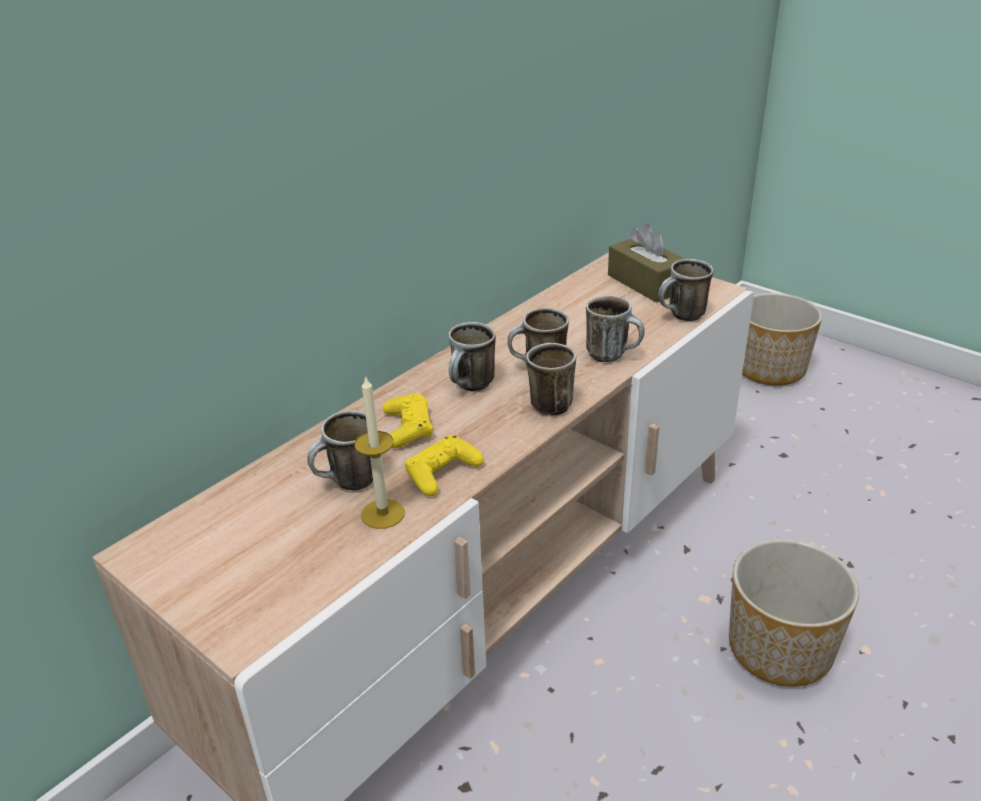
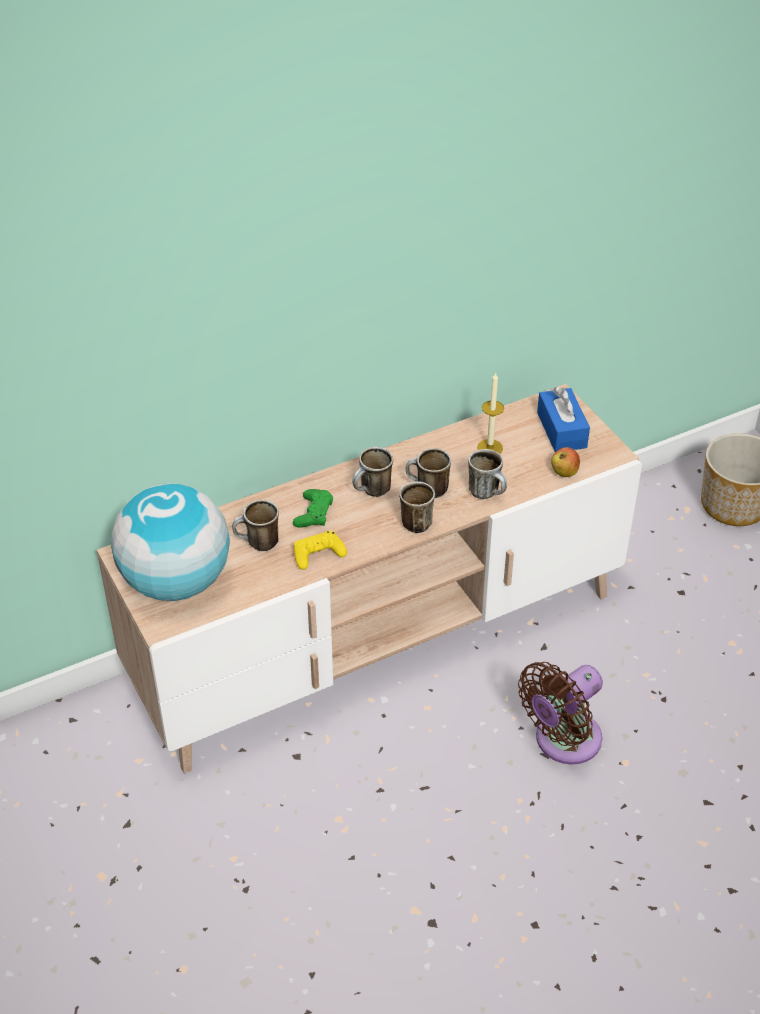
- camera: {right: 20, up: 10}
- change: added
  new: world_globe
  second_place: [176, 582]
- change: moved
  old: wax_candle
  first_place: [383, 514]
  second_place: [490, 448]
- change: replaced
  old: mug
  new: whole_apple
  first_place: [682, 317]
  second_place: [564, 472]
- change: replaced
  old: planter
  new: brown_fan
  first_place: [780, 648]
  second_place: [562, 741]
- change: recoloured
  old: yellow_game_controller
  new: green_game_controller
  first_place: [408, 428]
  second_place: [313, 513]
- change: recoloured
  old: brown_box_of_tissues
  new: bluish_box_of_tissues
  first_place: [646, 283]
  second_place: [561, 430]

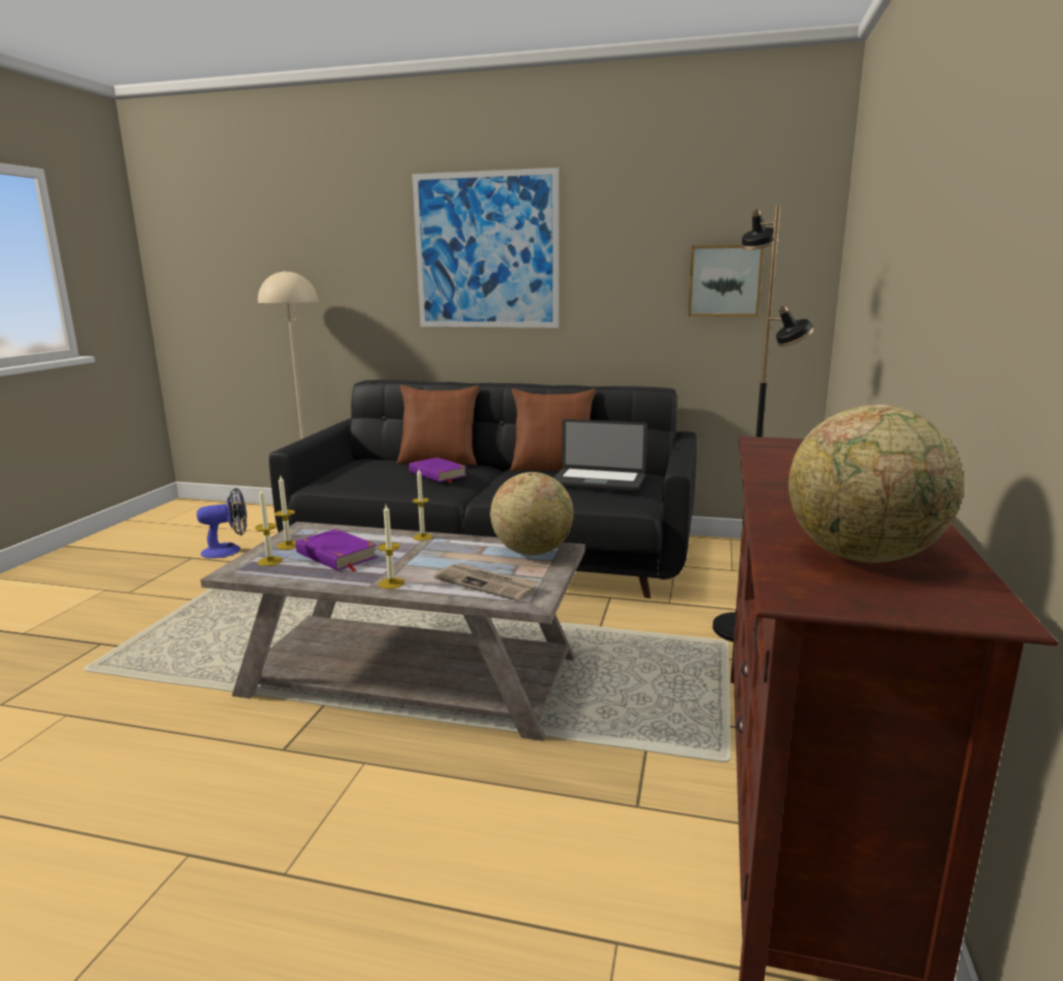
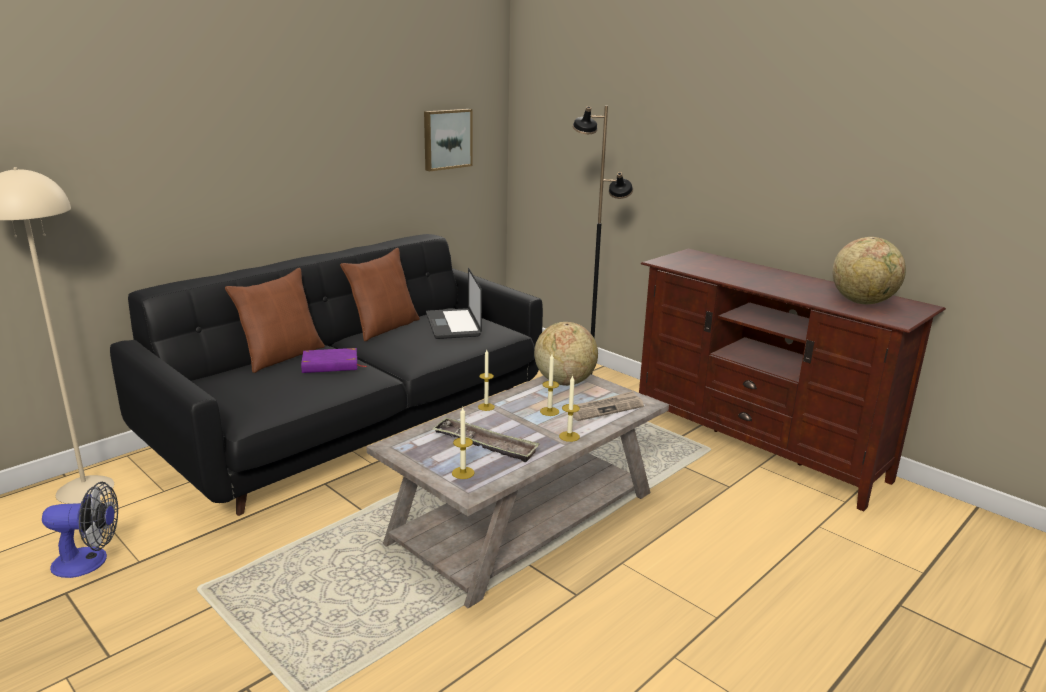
- camera: {right: -60, up: 5}
- change: removed
  old: picture
  first_place: [486, 251]
- change: moved
  old: wax_candle
  first_place: [288, 545]
  second_place: [549, 411]
- change: replaced
  old: purple_bound_book
  new: carrying_tray
  first_place: [336, 555]
  second_place: [485, 444]
- change: turned
  old: fan
  first_place: [228, 550]
  second_place: [89, 562]
  degrees: 75
- change: turned
  old: notebook_computer
  first_place: [598, 481]
  second_place: [453, 325]
  degrees: 120

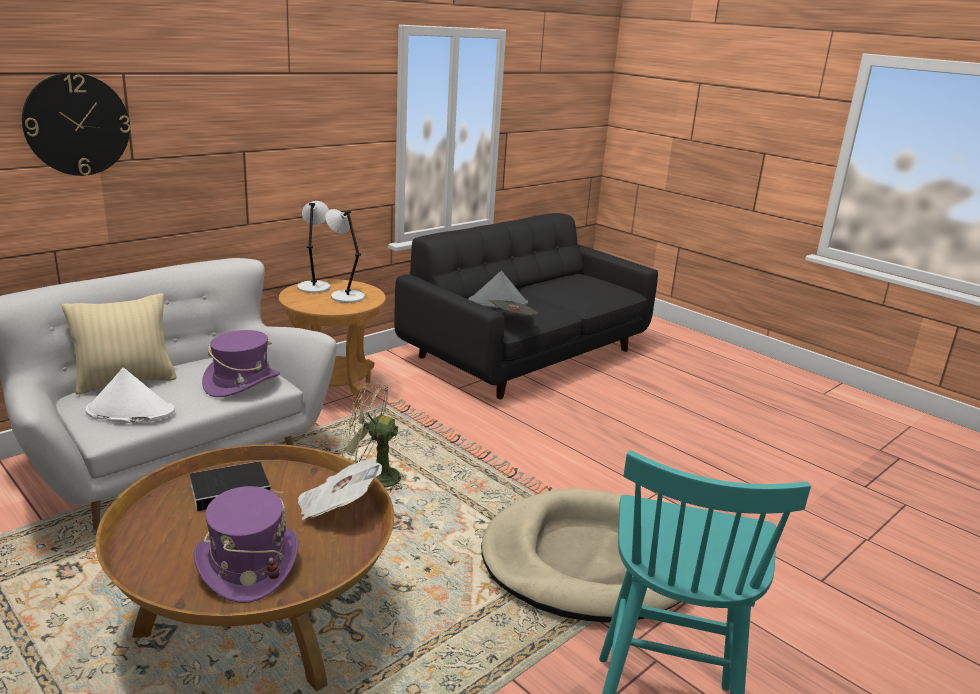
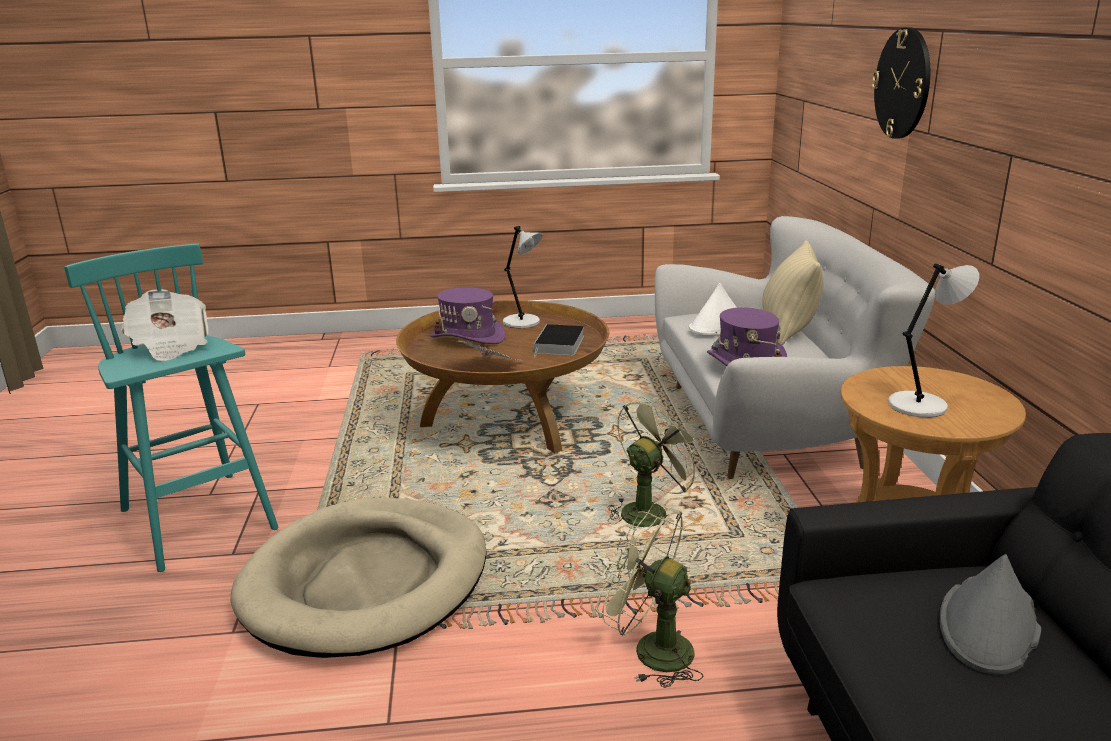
- camera: {right: 130, up: 0}
- change: added
  new: green_fan
  second_place: [650, 649]
- change: moved
  old: grey_table_lamp
  first_place: [314, 287]
  second_place: [523, 322]
- change: moved
  old: newspaper
  first_place: [513, 321]
  second_place: [170, 346]

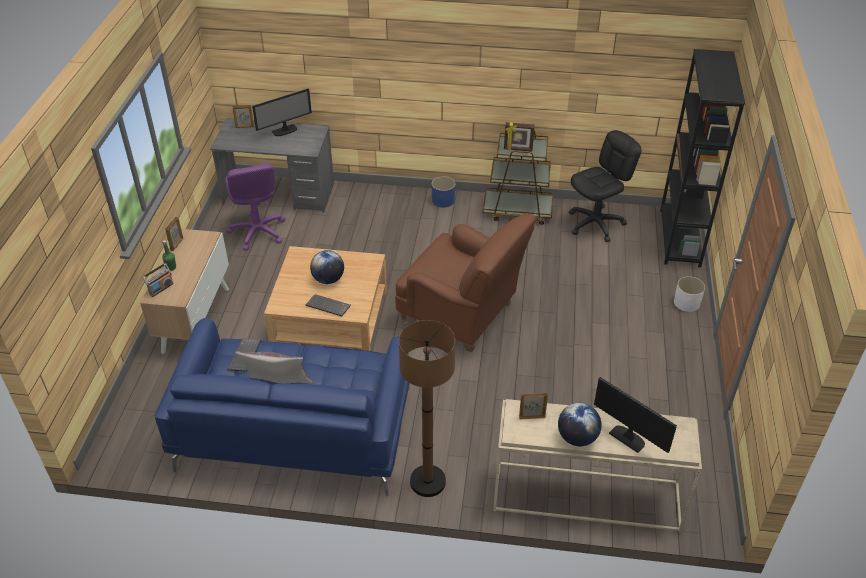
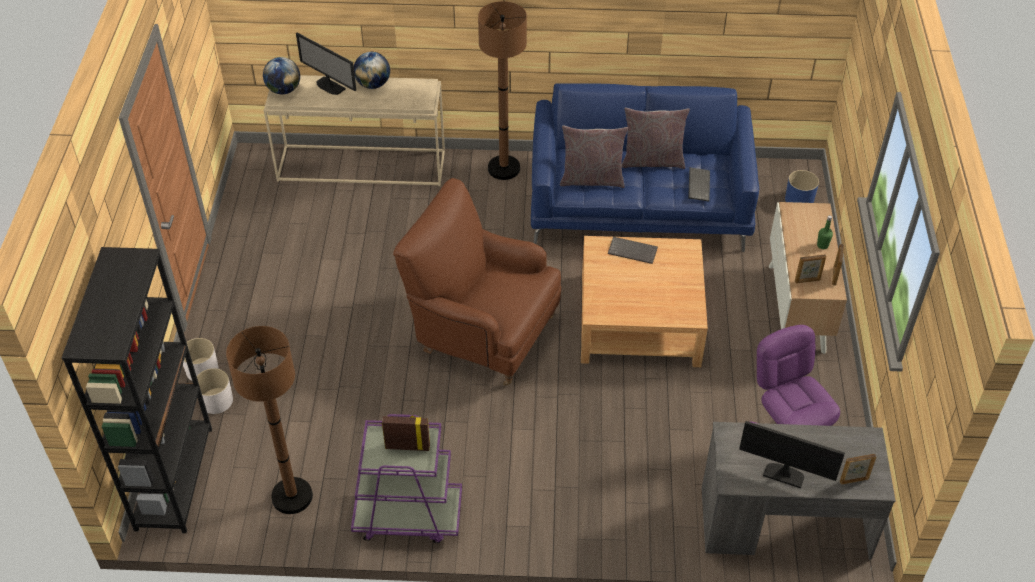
- camera: {right: 175, up: 5}
- change: removed
  old: radio_set
  first_place: [161, 288]
- change: added
  new: whitish_planter
  second_place: [216, 401]
- change: added
  new: grey_pillow
  second_place: [592, 179]
- change: moved
  old: world_globe
  first_place: [328, 279]
  second_place: [284, 90]
- change: moved
  old: bluish_planter
  first_place: [443, 200]
  second_place: [799, 200]
- change: moved
  old: picture_frame
  first_place: [531, 417]
  second_place: [807, 281]
- change: replaced
  old: blackish_desk_chair
  new: brown_standing_lamp
  first_place: [595, 224]
  second_place: [292, 496]
- change: recoloured
  old: brown_trolley
  new: purple_trolley
  first_place: [518, 210]
  second_place: [407, 516]
- change: turned
  old: computer_screen
  first_place: [285, 131]
  second_place: [784, 474]
  degrees: 60

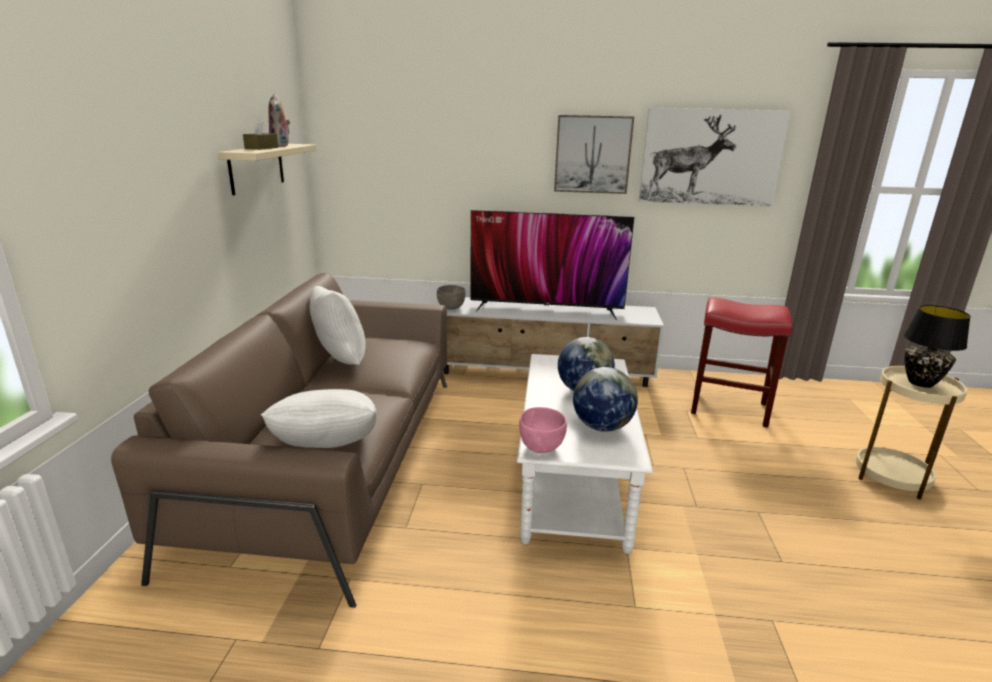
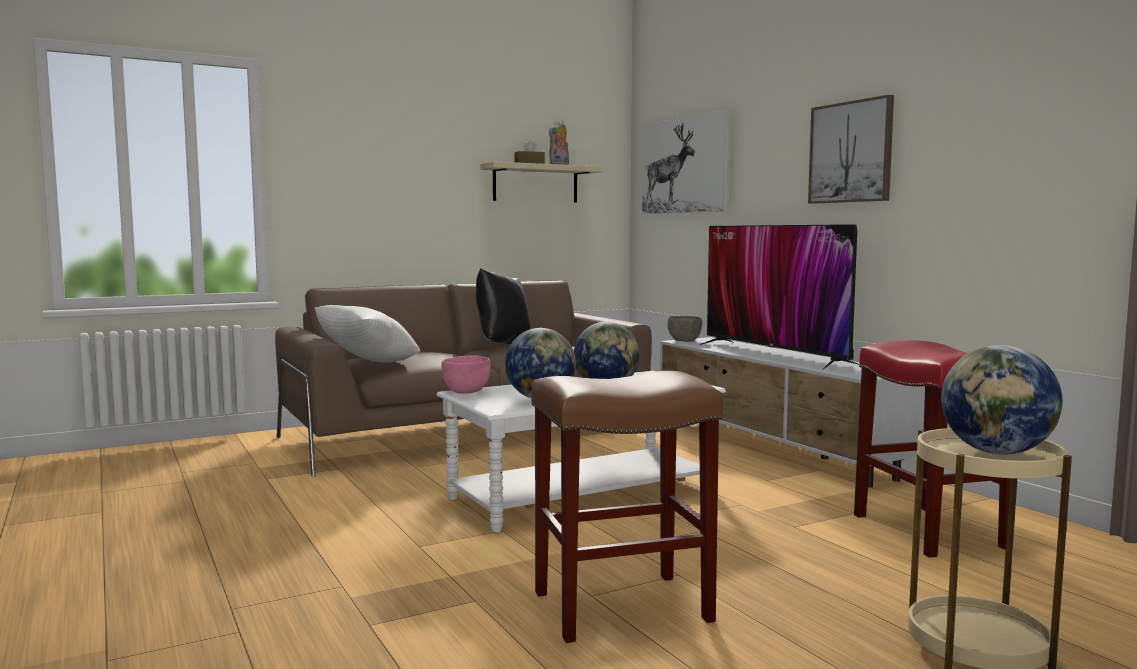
- camera: {right: 55, up: -15}
- change: added
  new: brown_stool
  second_place: [619, 607]
- change: moved
  old: picture
  first_place: [710, 157]
  second_place: [685, 165]
- change: replaced
  old: blackish_table_lamp
  new: world_globe
  first_place: [921, 383]
  second_place: [997, 452]
- change: recoloured
  old: whitish_pillow
  new: blackish_pillow
  first_place: [339, 361]
  second_place: [502, 345]

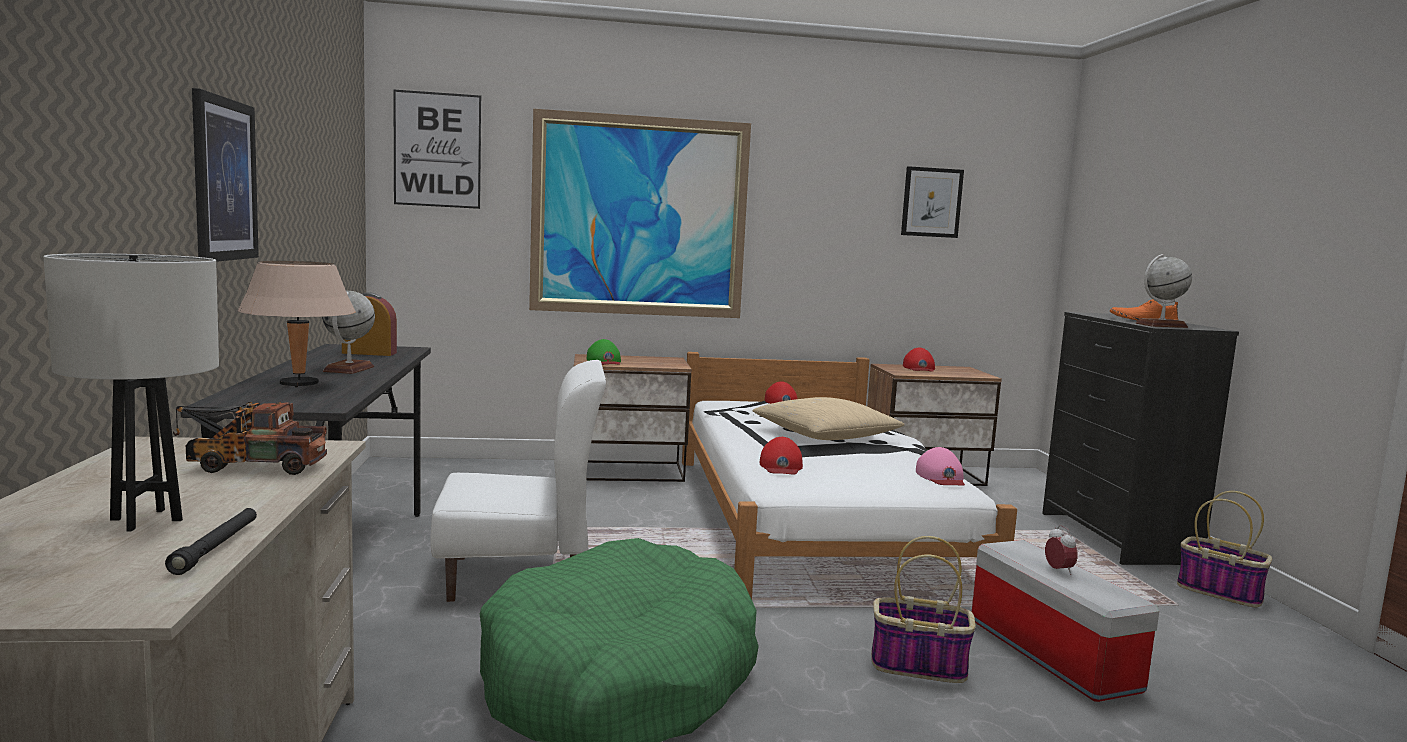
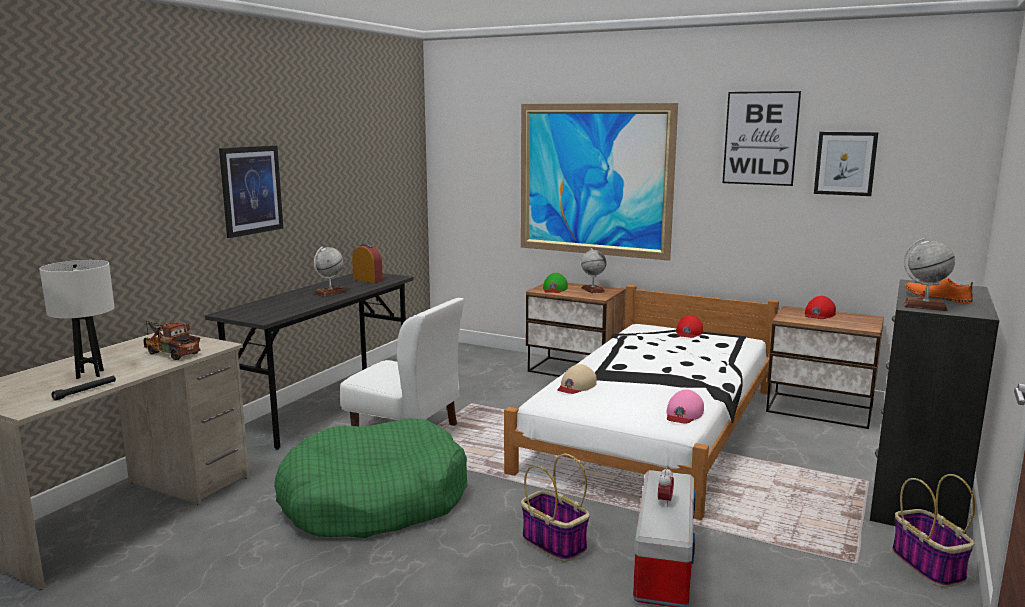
- camera: {right: 35, up: 5}
- change: removed
  old: sand-coloured_table_lamp
  first_place: [300, 384]
- change: removed
  old: sand-coloured_pillow
  first_place: [825, 436]
- change: added
  new: world_globe
  second_place: [593, 290]
- change: moved
  old: picture
  first_place: [437, 150]
  second_place: [760, 138]
- change: recoloured
  old: reddish_peaked_cap
  new: sand-coloured_peaked_cap
  first_place: [781, 466]
  second_place: [576, 386]

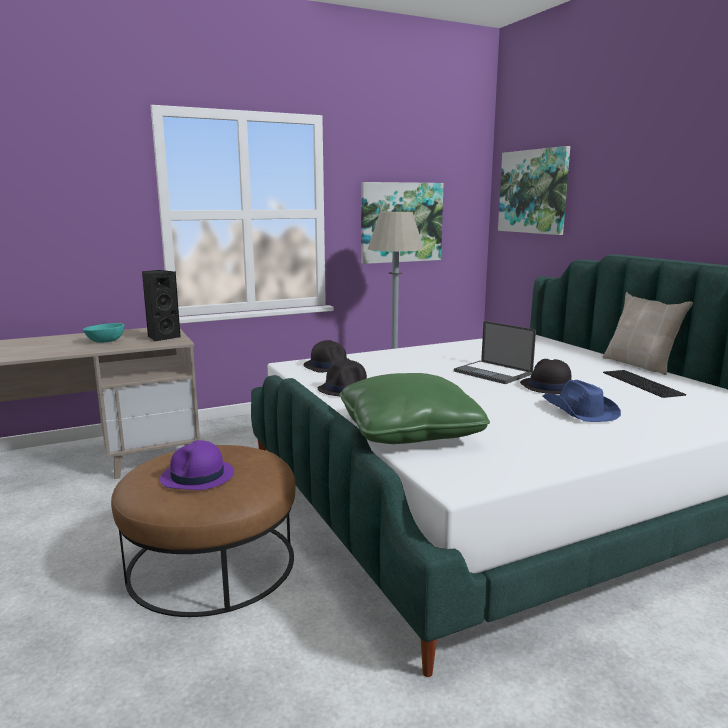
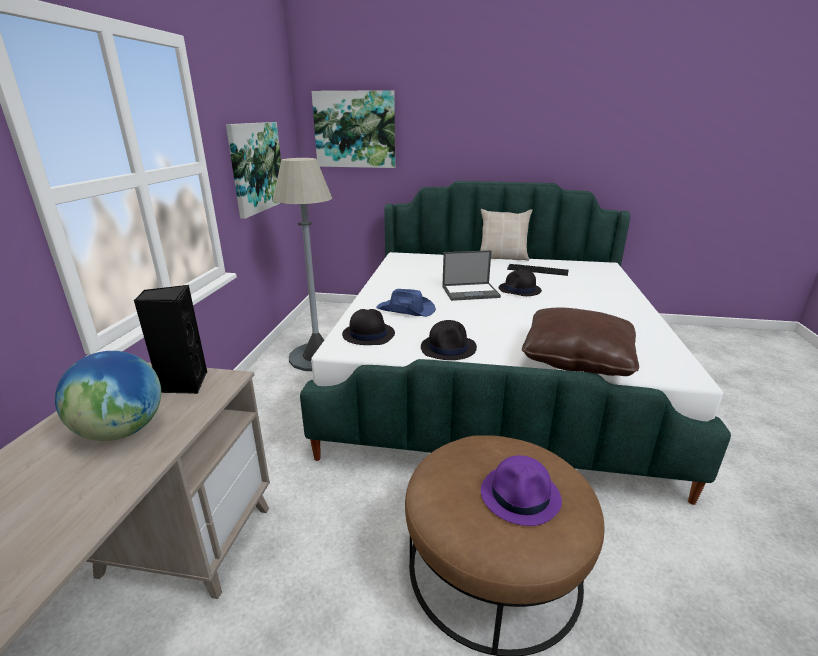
- camera: {right: -55, up: 10}
- change: moved
  old: bluish_hat
  first_place: [579, 410]
  second_place: [406, 310]
- change: replaced
  old: blue-green_bowl
  new: world_globe
  first_place: [106, 341]
  second_place: [123, 430]
- change: recoloured
  old: green_pillow
  new: brown_pillow
  first_place: [409, 432]
  second_place: [576, 358]

